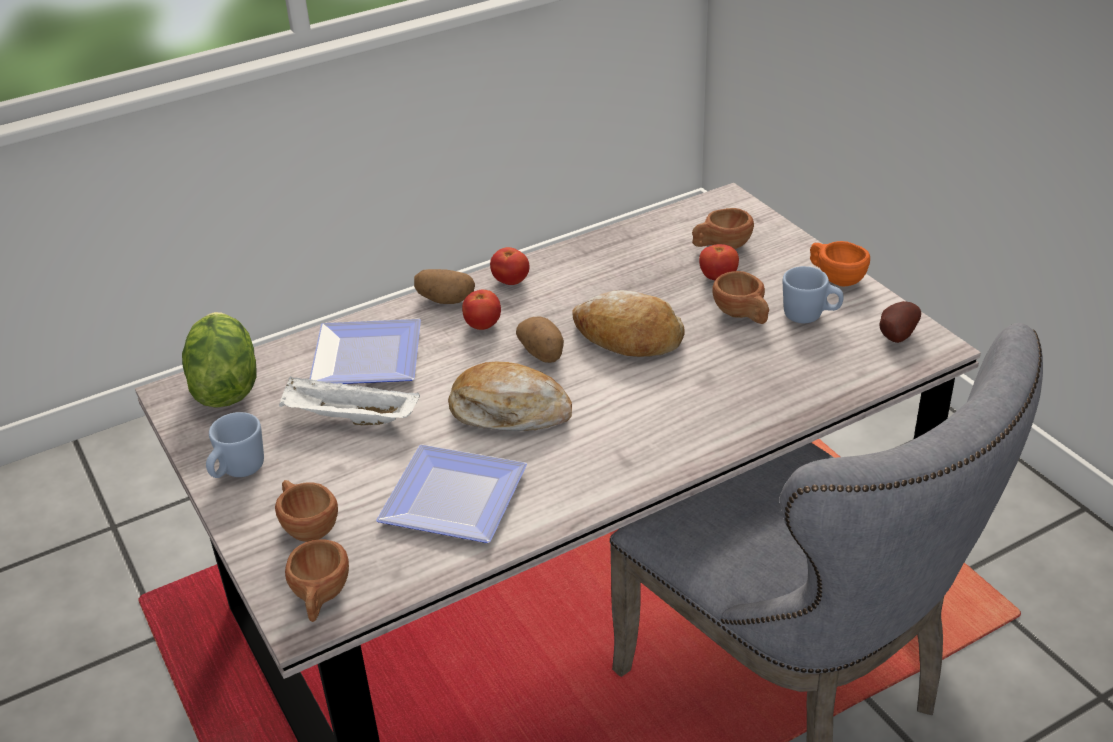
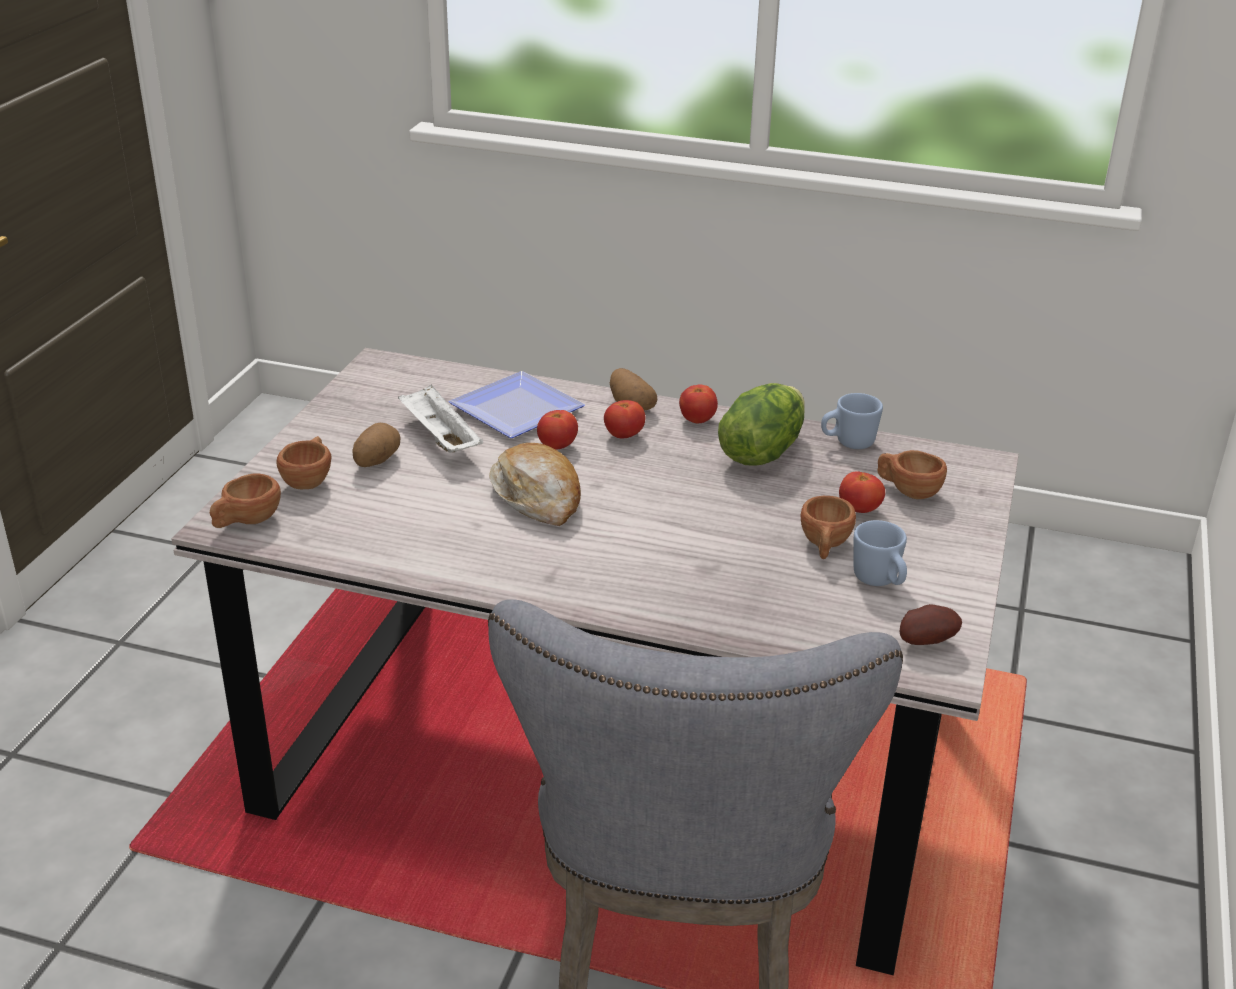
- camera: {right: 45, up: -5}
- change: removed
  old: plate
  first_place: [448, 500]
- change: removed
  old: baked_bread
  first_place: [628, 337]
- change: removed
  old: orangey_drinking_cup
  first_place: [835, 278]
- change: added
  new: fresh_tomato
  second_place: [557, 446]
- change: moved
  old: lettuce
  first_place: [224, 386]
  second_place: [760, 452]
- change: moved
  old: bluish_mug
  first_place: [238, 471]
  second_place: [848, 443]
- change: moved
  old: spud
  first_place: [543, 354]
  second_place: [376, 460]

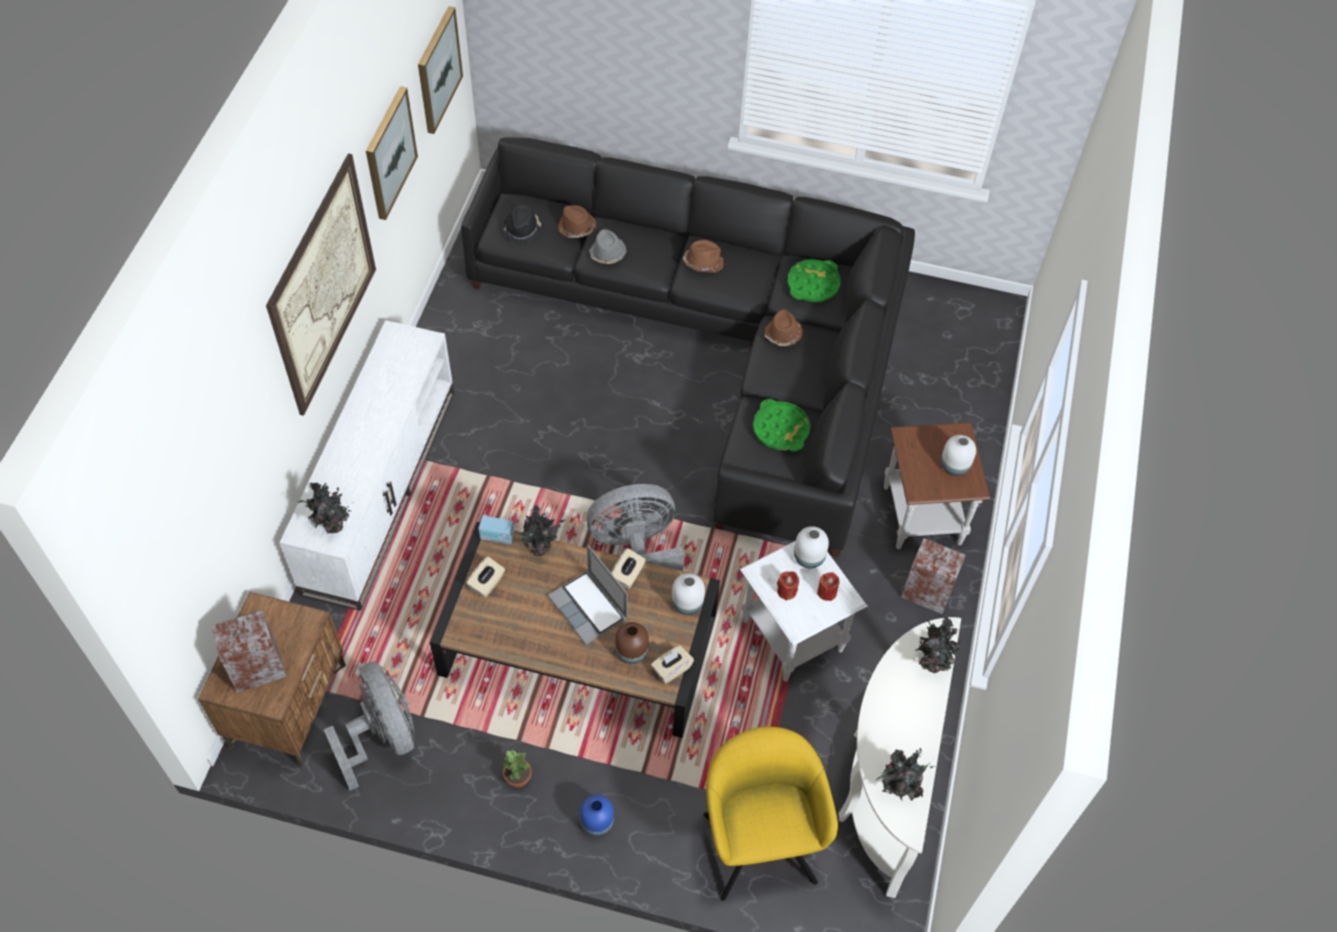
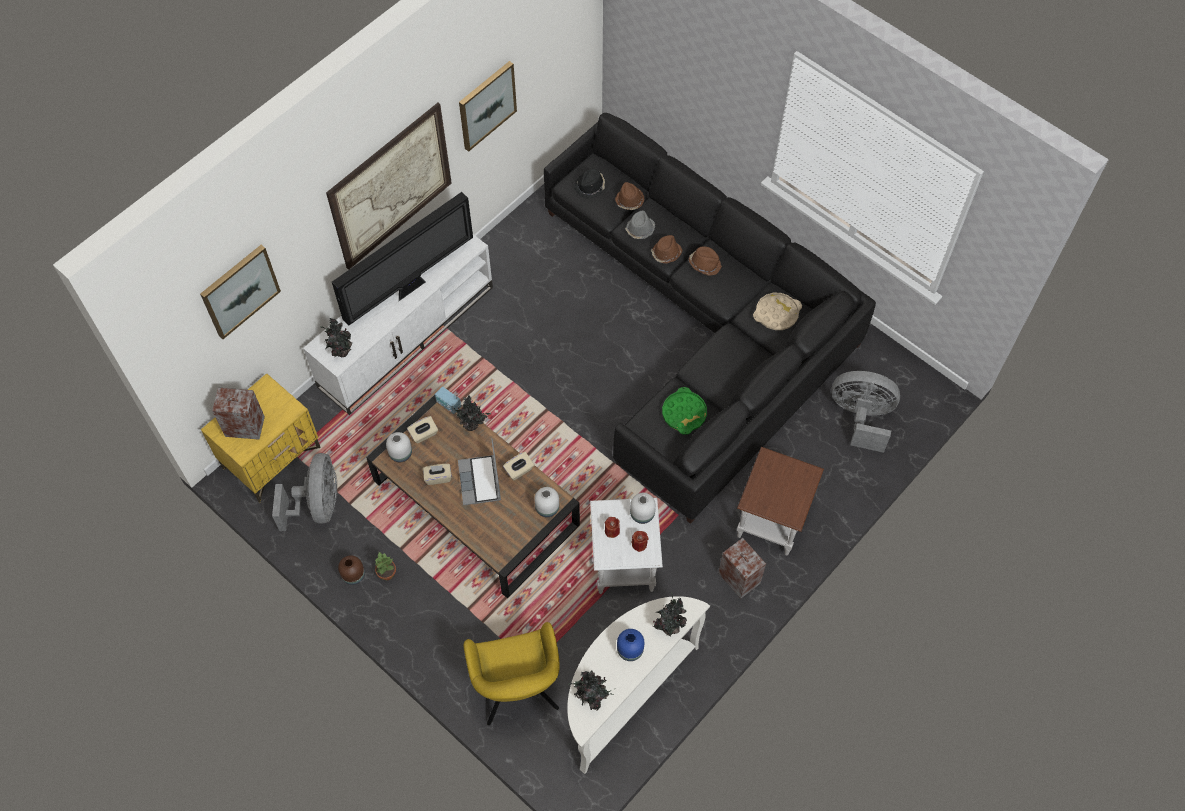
- camera: {right: 30, up: 5}
- change: added
  new: TV_set
  second_place: [411, 287]
- change: moved
  old: picture
  first_place: [438, 69]
  second_place: [239, 290]
- change: moved
  old: bluish_decorative_vase
  first_place: [597, 823]
  second_place: [630, 651]
- change: moved
  old: grey_fan
  first_place: [636, 547]
  second_place: [861, 417]
- change: moved
  old: brown_decorative_vase
  first_place: [632, 653]
  second_place: [353, 576]
- change: moved
  old: sand-coloured_box_of_tissues
  first_place: [671, 669]
  second_place: [438, 477]
- change: moved
  old: brown_hat
  first_place: [782, 334]
  second_place: [666, 253]
- change: moved
  old: whitish_decorative_vase
  first_place: [954, 465]
  second_place: [401, 453]
- change: recoloured
  old: brown_night_table
  new: yellow_night_table
  first_place: [288, 705]
  second_place: [272, 457]
- change: recoloured
  old: green_carrying_tray
  new: sand-coloured_carrying_tray
  first_place: [813, 284]
  second_place: [776, 314]
- change: turned
  old: yellow_armchair
  first_place: [758, 840]
  second_place: [517, 690]
  degrees: 150

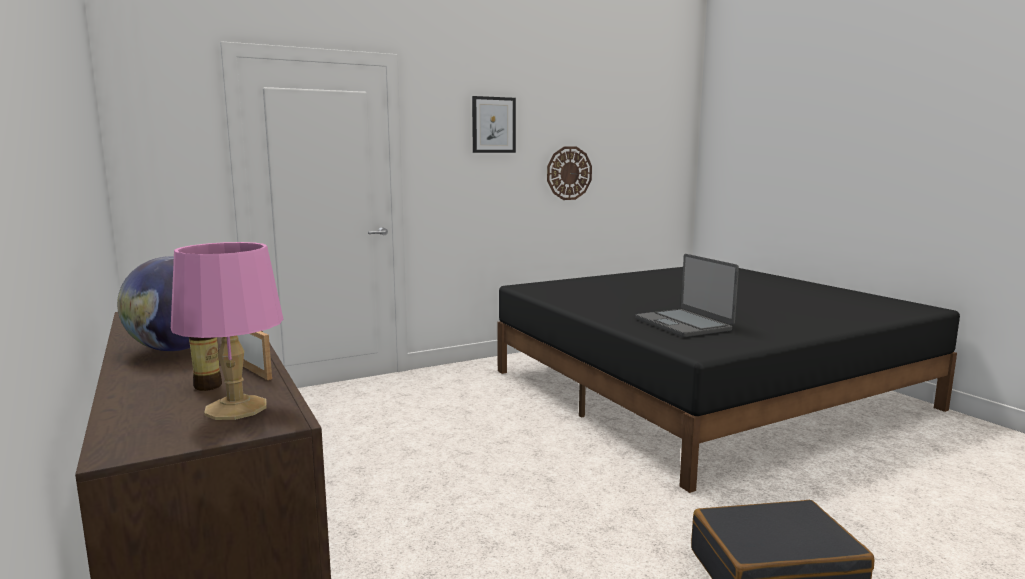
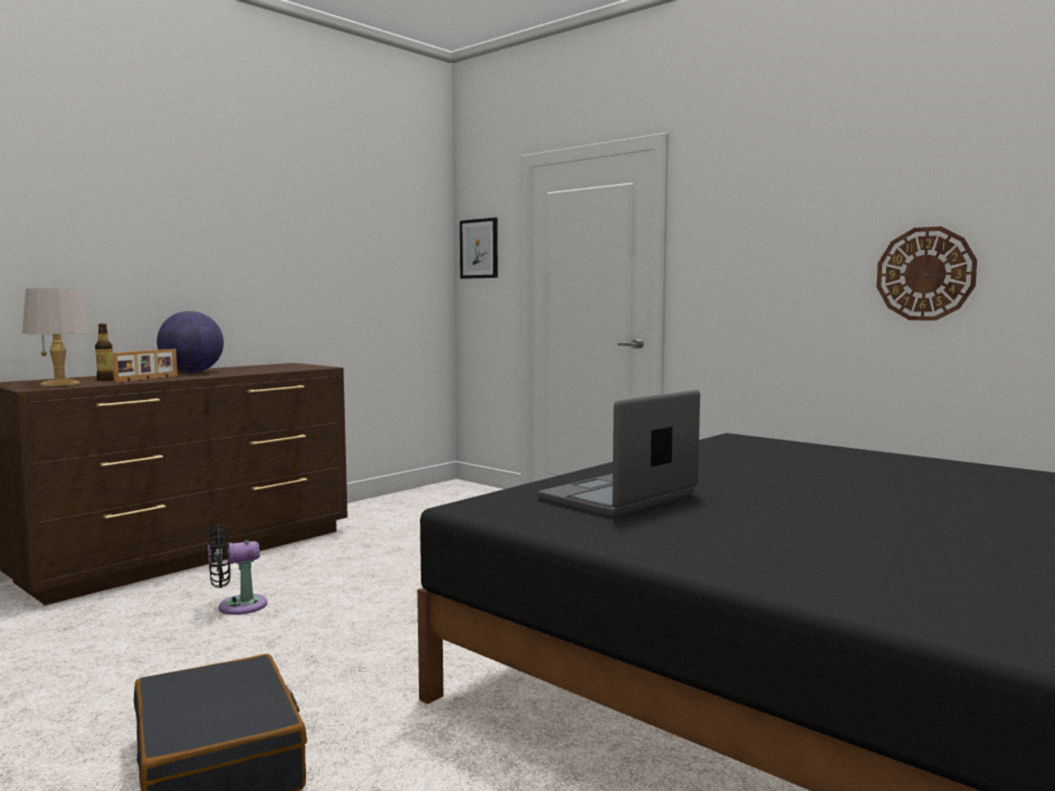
- camera: {right: 70, up: -5}
- change: added
  new: blackish_fan
  second_place: [237, 606]
- change: moved
  old: picture
  first_place: [493, 125]
  second_place: [479, 248]
- change: recoloured
  old: pink_table_lamp
  new: grey_table_lamp
  first_place: [237, 408]
  second_place: [61, 384]

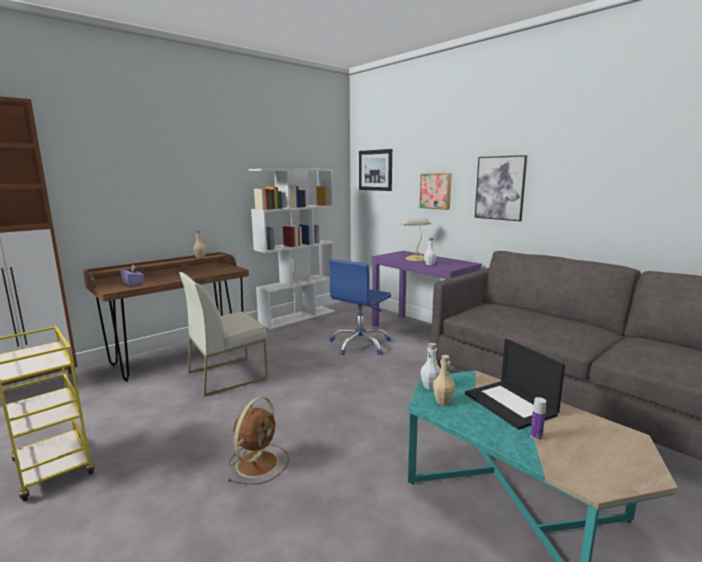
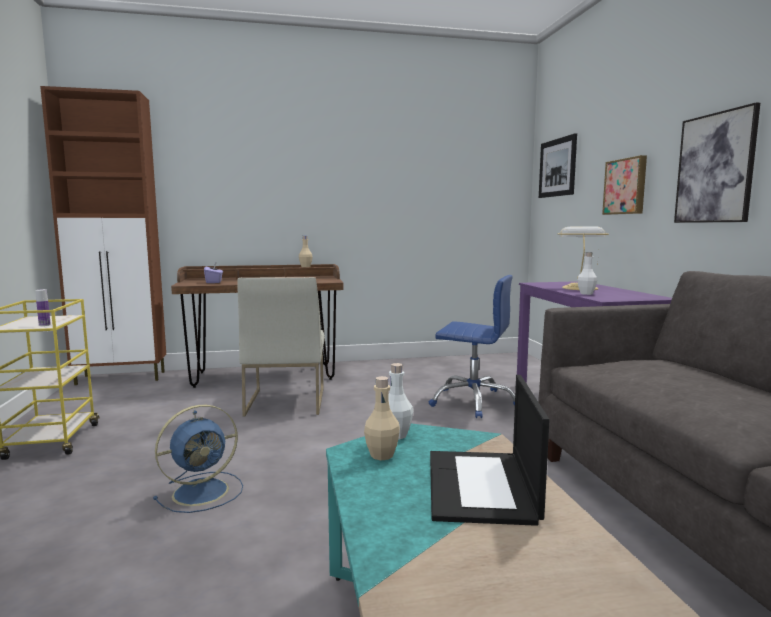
- camera: {right: 30, up: -5}
- change: removed
  old: whitish_bookcase
  first_place: [298, 317]
- change: moved
  old: beverage_bottle
  first_place: [536, 436]
  second_place: [44, 325]
- change: recoloured
  old: brown_fan
  new: bluish_fan
  first_place: [258, 462]
  second_place: [203, 491]
- change: turned
  old: whitish_upright_chair
  first_place: [227, 375]
  second_place: [285, 401]
  degrees: -90
- change: turned
  old: bluish_desk_chair
  first_place: [360, 344]
  second_place: [473, 402]
  degrees: -135

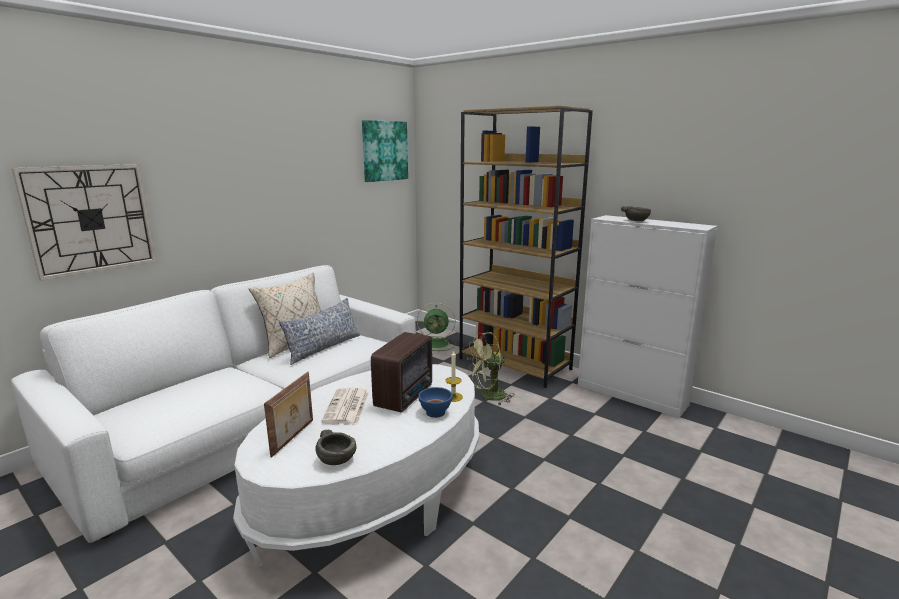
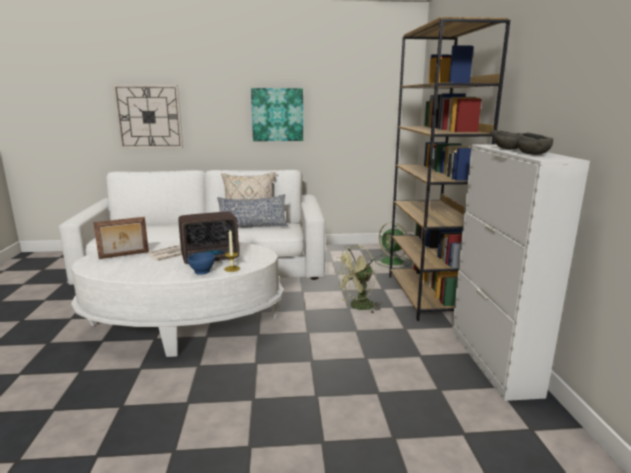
- camera: {right: 45, up: 0}
- change: moved
  old: grey_bowl
  first_place: [337, 459]
  second_place: [532, 154]
- change: moved
  old: picture
  first_place: [384, 151]
  second_place: [277, 114]
- change: turned
  old: green_fan
  first_place: [488, 396]
  second_place: [358, 307]
  degrees: -60

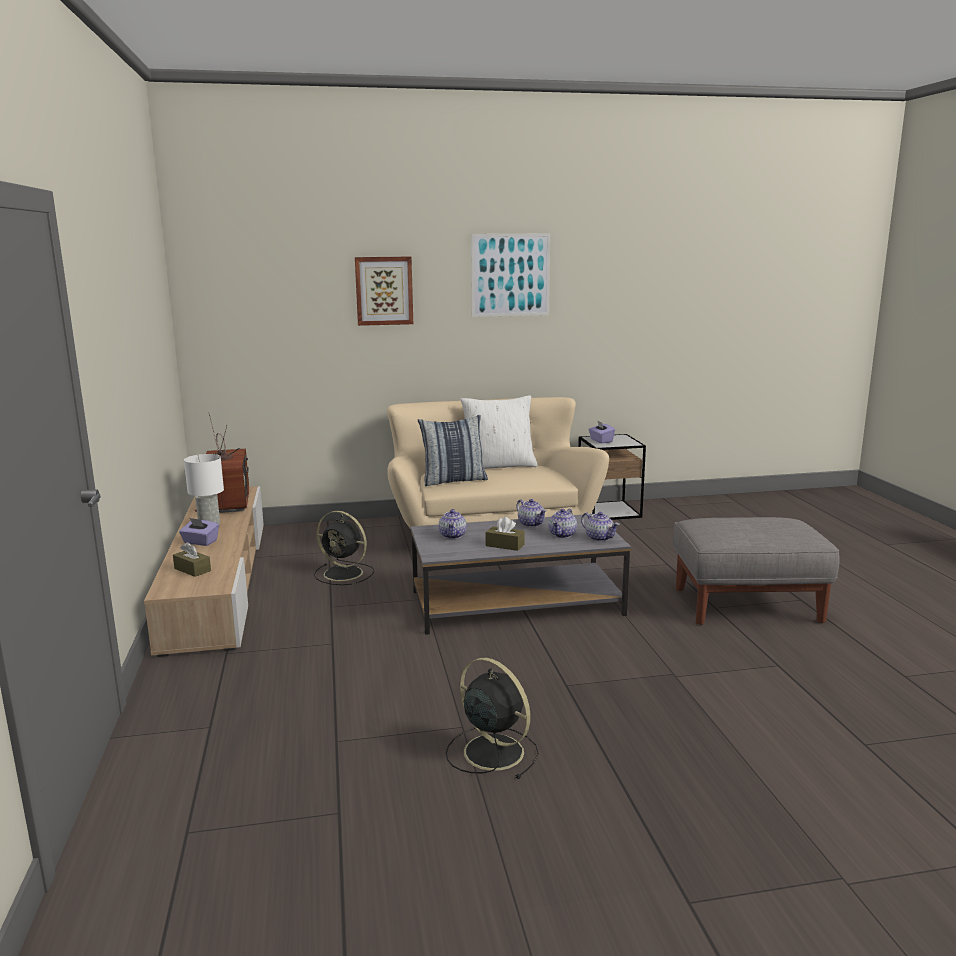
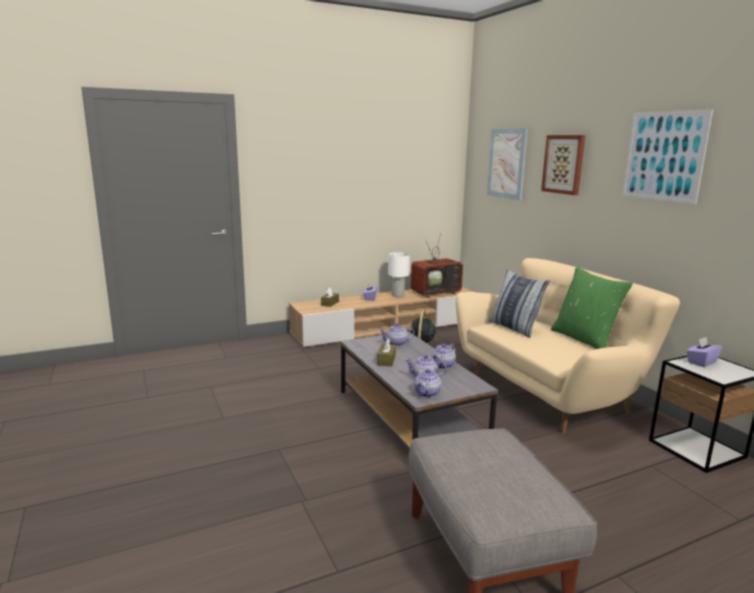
- camera: {right: 75, up: 0}
- change: removed
  old: blackish_fan
  first_place: [491, 751]
- change: added
  new: picture
  second_place: [506, 163]
- change: recoloured
  old: whitish_pillow
  new: green_pillow
  first_place: [499, 466]
  second_place: [585, 339]

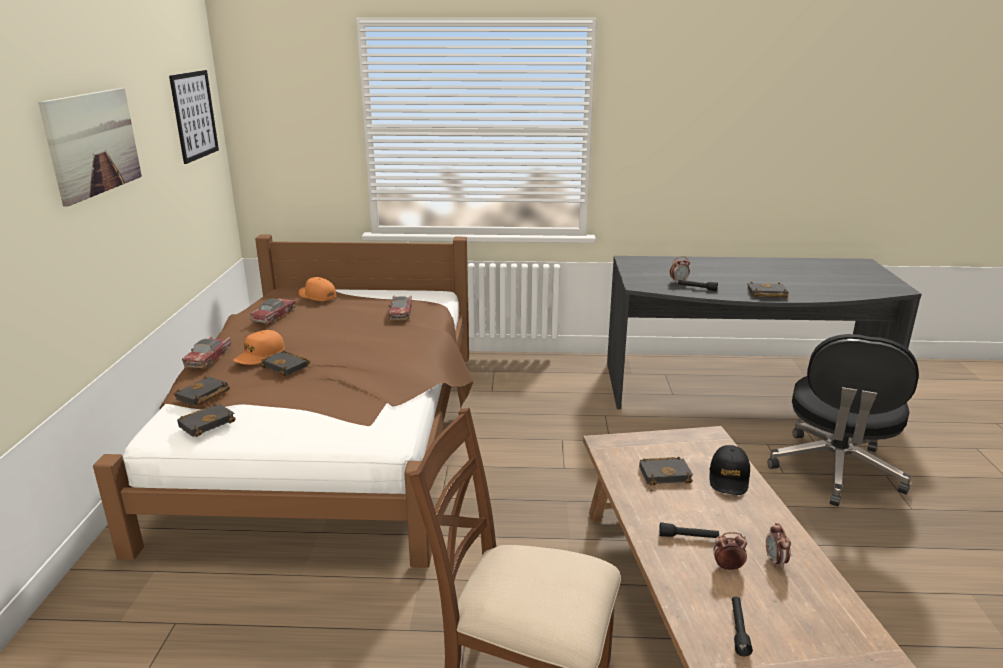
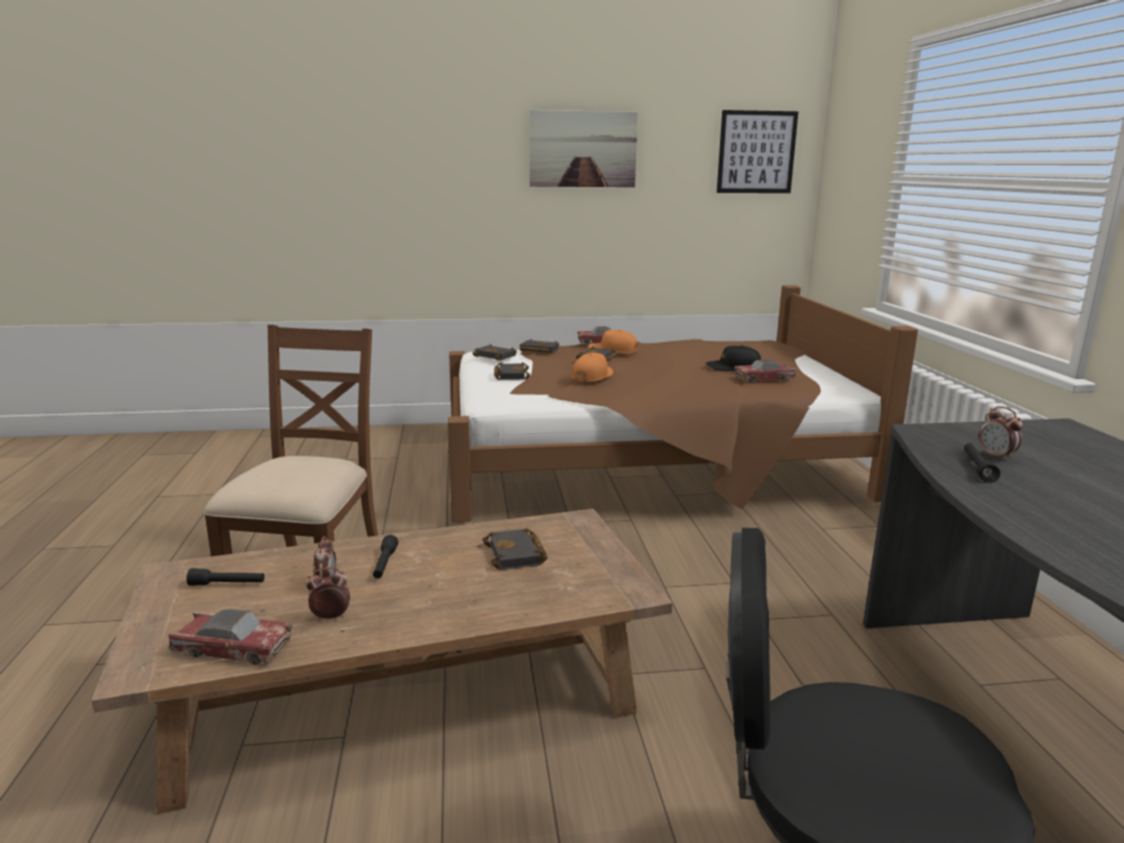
- camera: {right: 80, up: -5}
- change: moved
  old: toy_car
  first_place: [274, 315]
  second_place: [233, 648]
- change: moved
  old: orangey_peaked_cap
  first_place: [317, 295]
  second_place: [592, 376]
- change: moved
  old: blackish_peaked_cap
  first_place: [729, 478]
  second_place: [733, 368]
- change: moved
  old: blackish_bound_book
  first_place: [766, 294]
  second_place: [510, 375]

